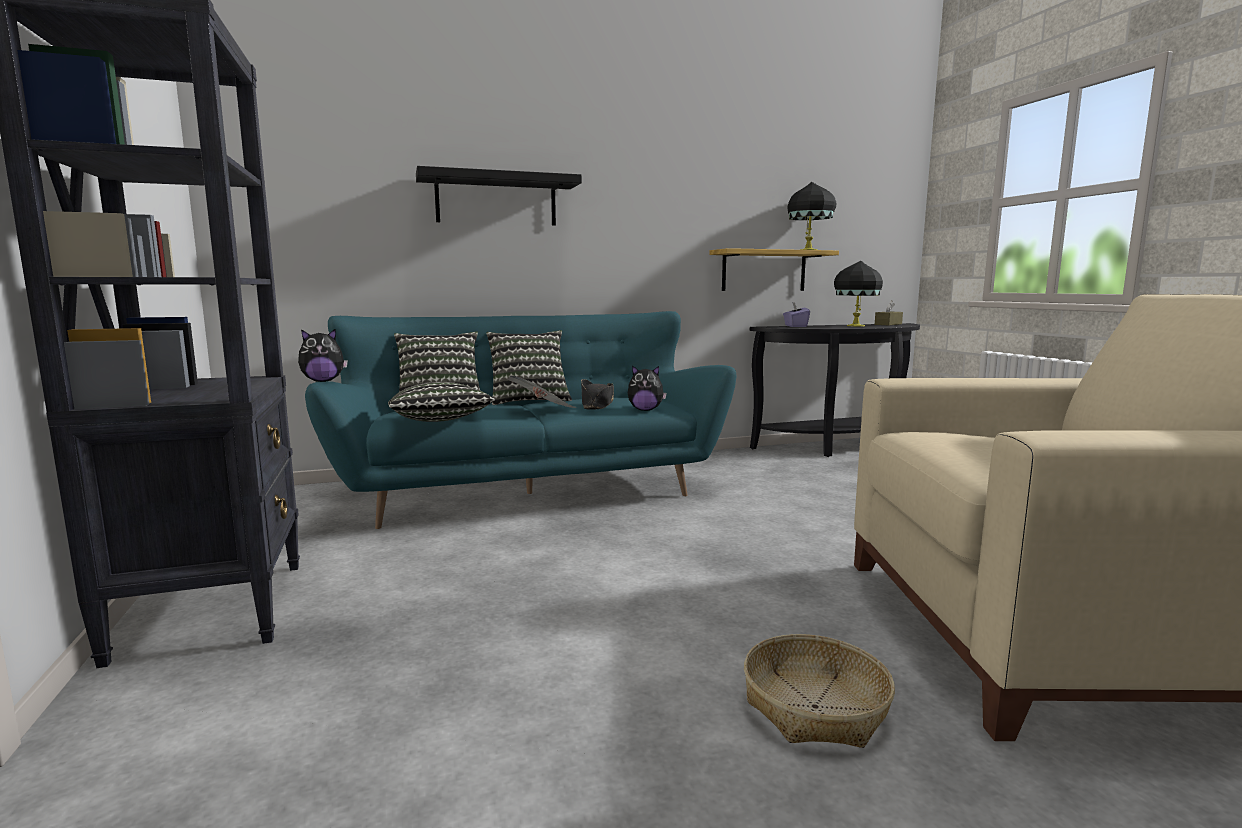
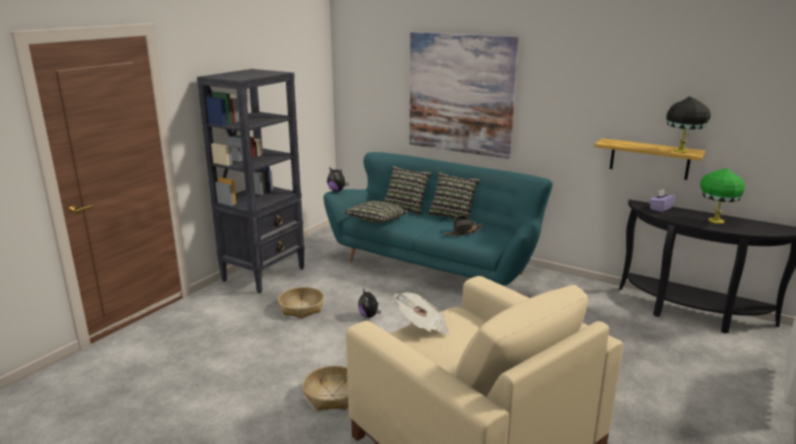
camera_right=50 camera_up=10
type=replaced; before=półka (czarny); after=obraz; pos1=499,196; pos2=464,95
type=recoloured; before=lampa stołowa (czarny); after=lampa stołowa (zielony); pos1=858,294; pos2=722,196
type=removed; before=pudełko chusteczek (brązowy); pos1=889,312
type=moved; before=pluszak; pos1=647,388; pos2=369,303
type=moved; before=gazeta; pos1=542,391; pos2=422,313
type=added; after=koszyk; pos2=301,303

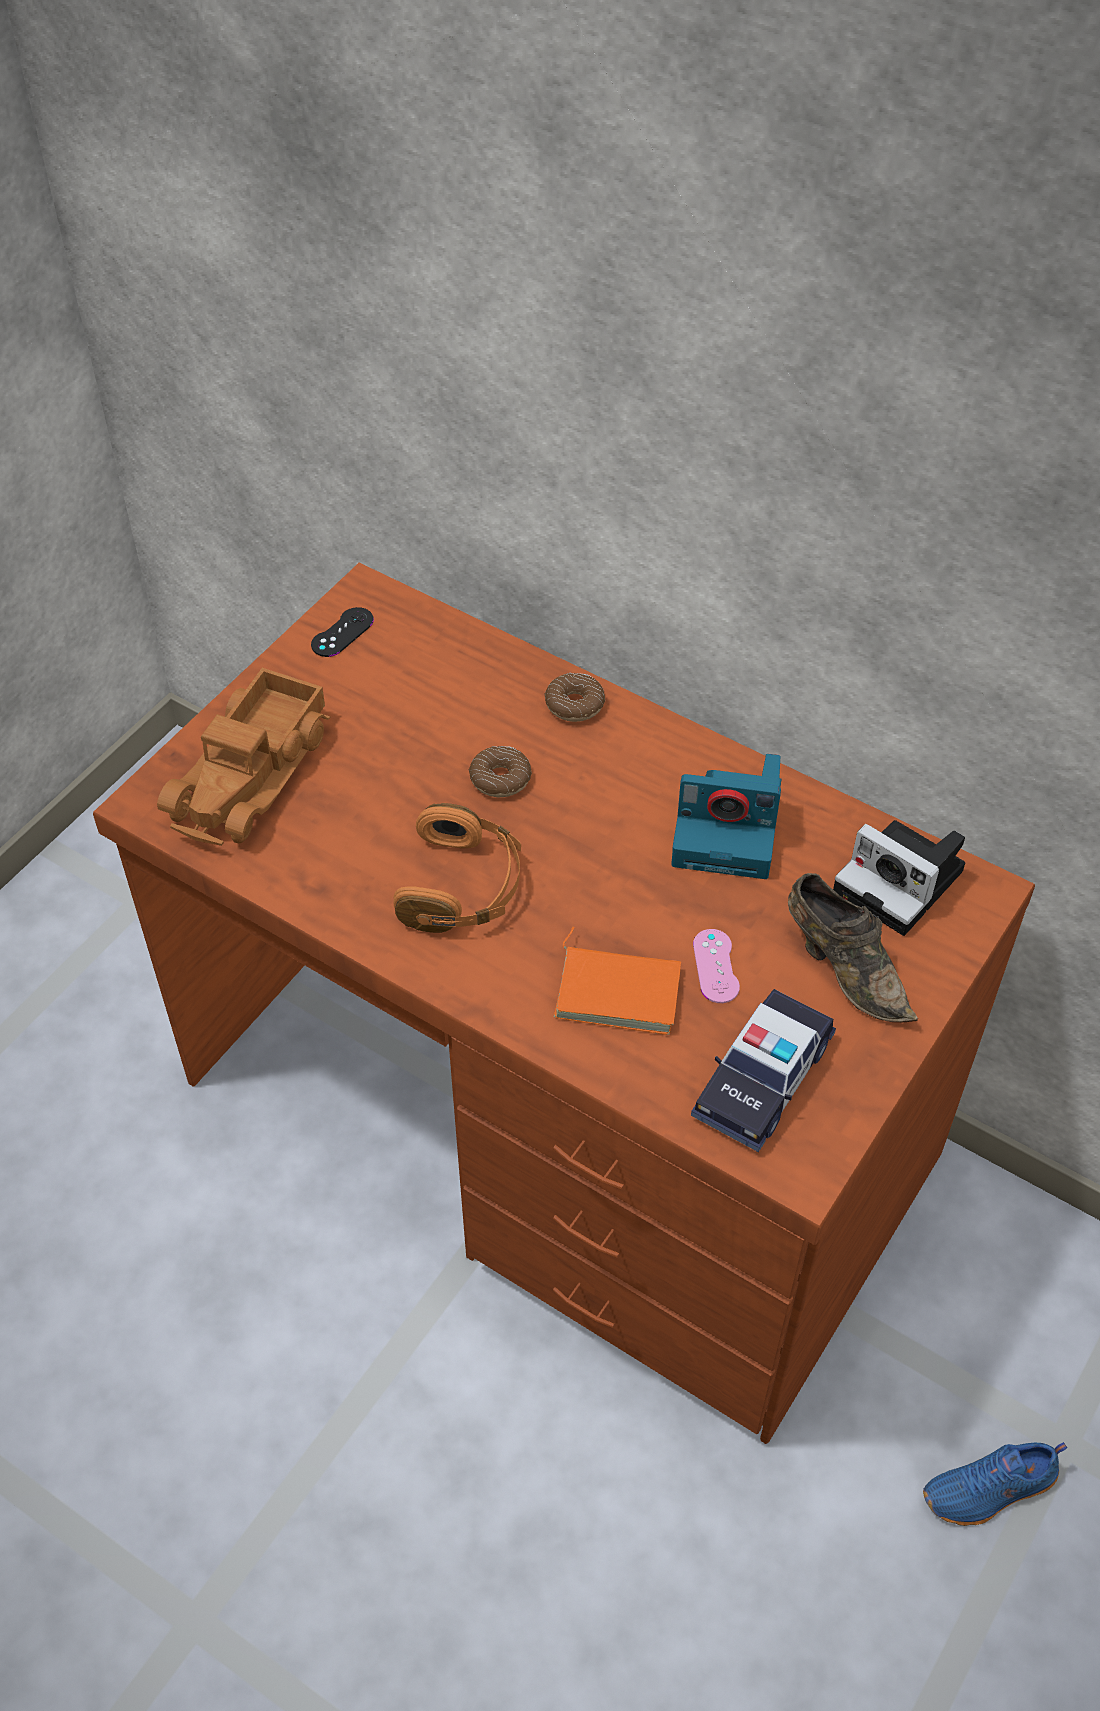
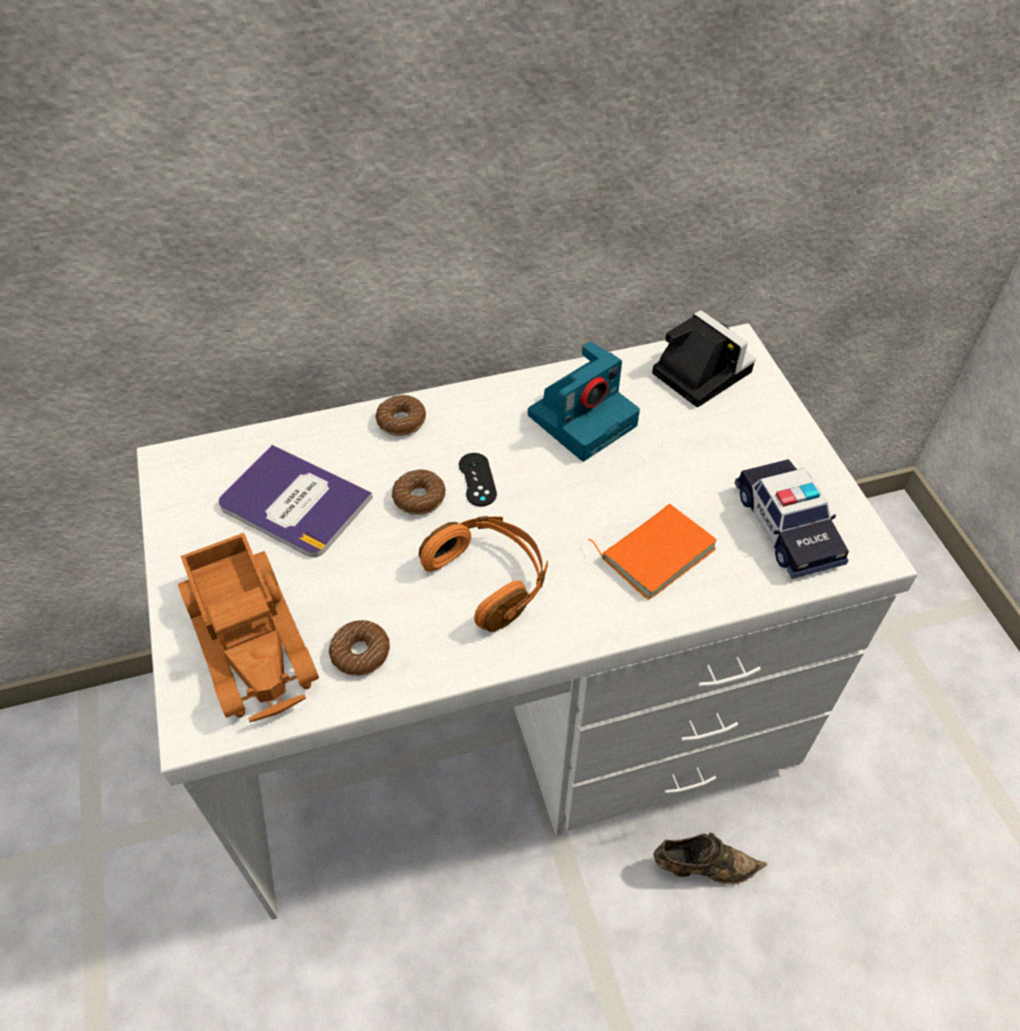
camera_right=-50 camera_up=0
type=recoloured; before=biurko (brązowy); after=biurko (biały); pos1=564,1003; pos2=526,621
type=moved; before=pad do gier (czarny); pos1=342,632; pos2=478,479
type=turned; before=aparat fotograficzny; pos1=899,878; pos2=704,358; turn=-120
type=moved; before=but (brązowy); pos1=853,947; pos2=710,859
type=removed; before=pad do gier (różowy); pos1=716,966
type=removed; before=but (niebieski); pos1=995,1484
type=added; after=książka; pos2=296,501
type=added; after=donut; pos2=359,648

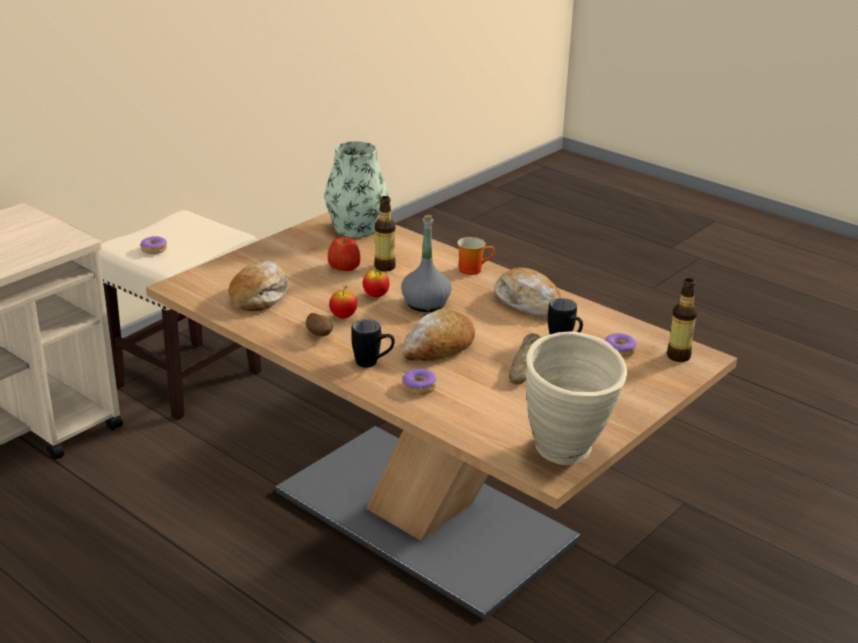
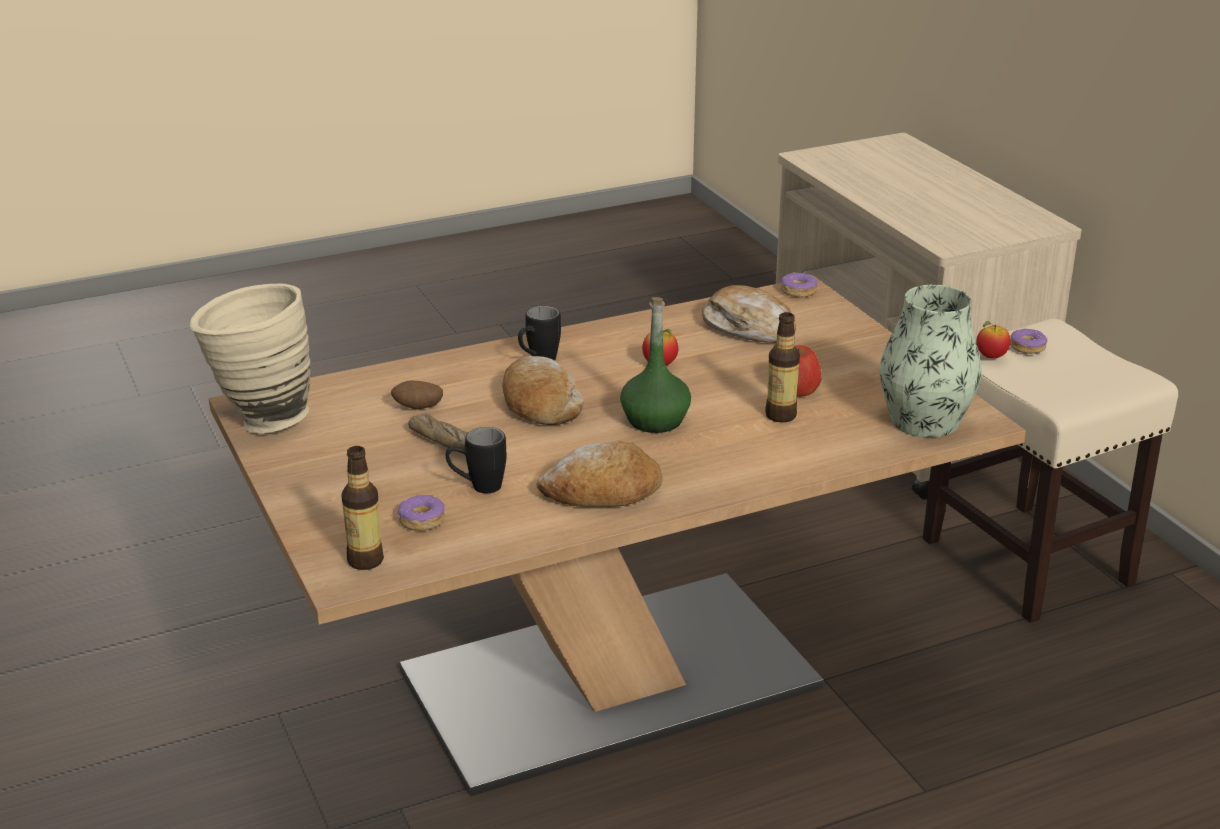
camera_right=115 camera_up=0
type=recoloured; before=butelka (szary); after=butelka (zielony); pos1=426,263; pos2=655,365
type=removed; before=kubek; pos1=476,256
type=moved; before=jabłko; pos1=376,283; pos2=993,340
type=moved; before=ziemniak; pos1=319,325; pos2=417,395
type=moved; before=donut; pos1=419,382; pos2=799,284

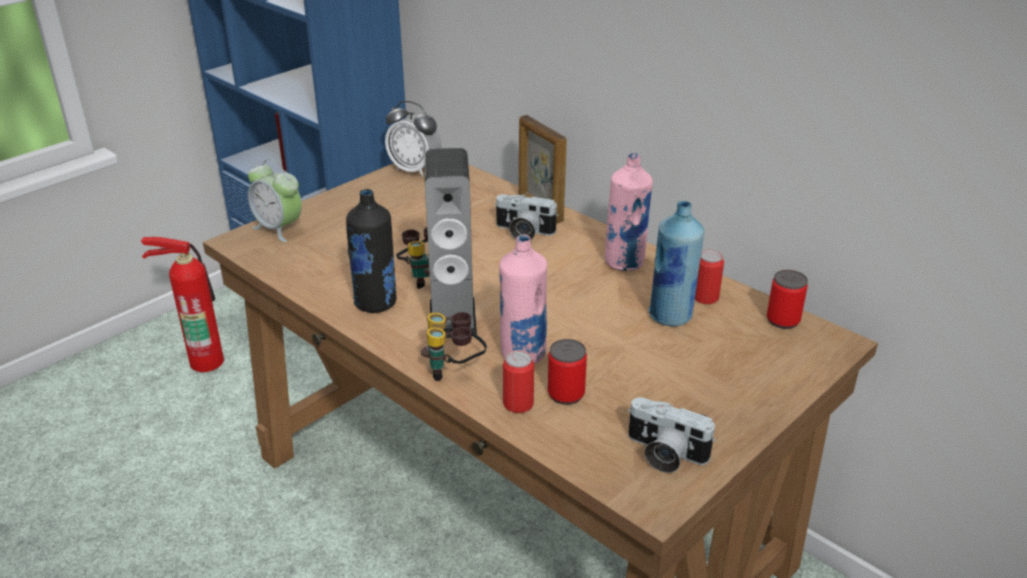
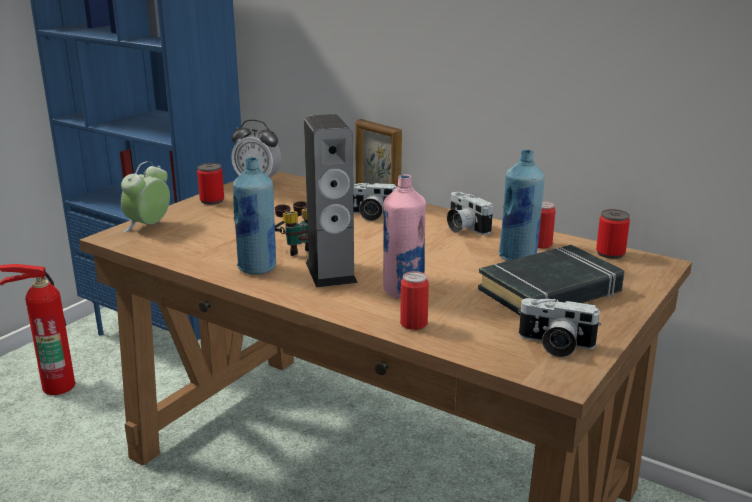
camera_right=-10 camera_up=-10
type=replaced; before=butelka (różowy); after=aparat fotograficzny; pos1=629,212; pos2=470,213
type=turned; before=budzik; pos1=275,200; pos2=145,196; turn=90
type=recoloured; before=butelka (czarny); after=butelka (niebieski); pos1=371,251; pos2=254,216
type=removed; before=lornetka; pos1=454,346
type=moved; before=puszka; pos1=567,372; pos2=210,184
type=added; after=książka (czarny); pos2=551,280

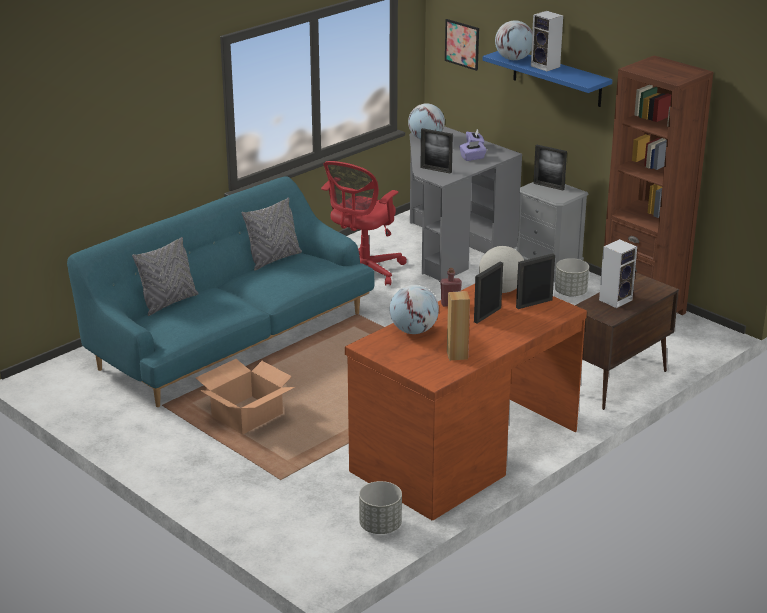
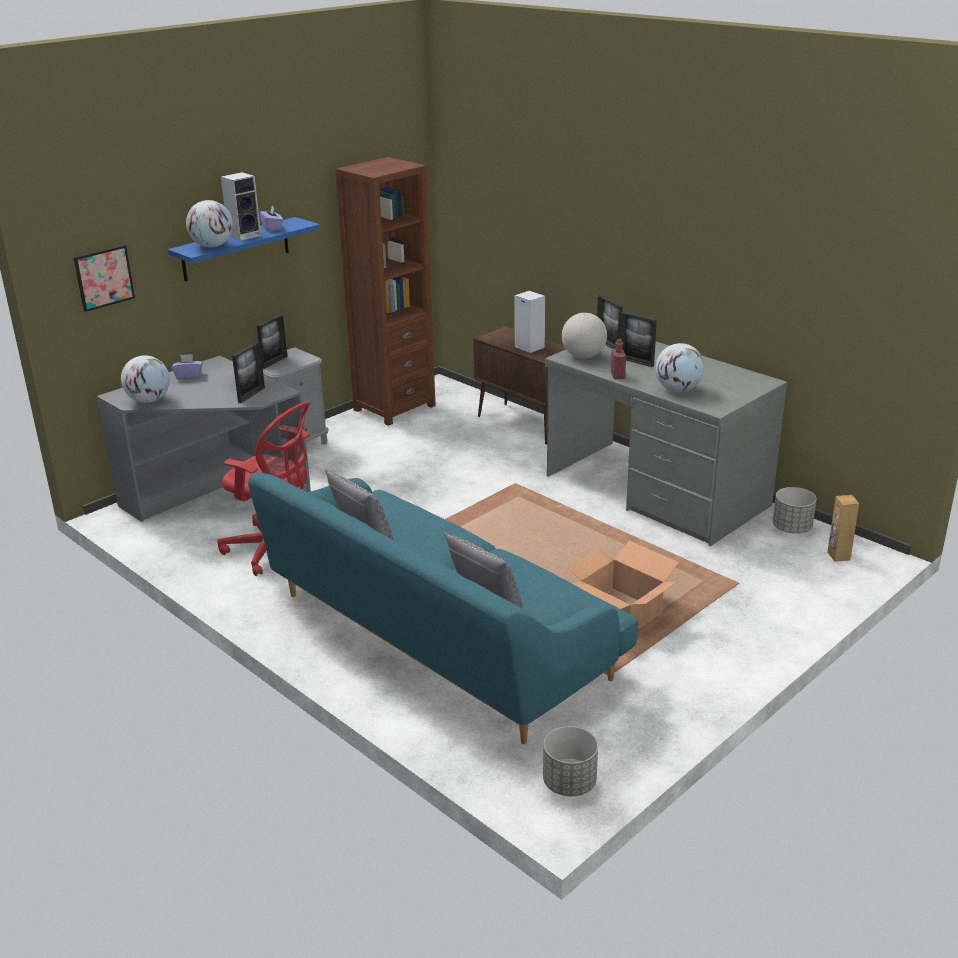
camera_right=-90 camera_up=0
type=moved; before=pudełko chusteczek (fioletowy); pos1=473,151; pos2=271,218
type=moved; before=donica (szary); pos1=572,277; pos2=570,761
type=recoloured; before=biurko (brązowy); after=biurko (szary); pos1=466,402; pos2=666,443
type=moved; before=głośnik (brązowy); pos1=458,325; pos2=843,528

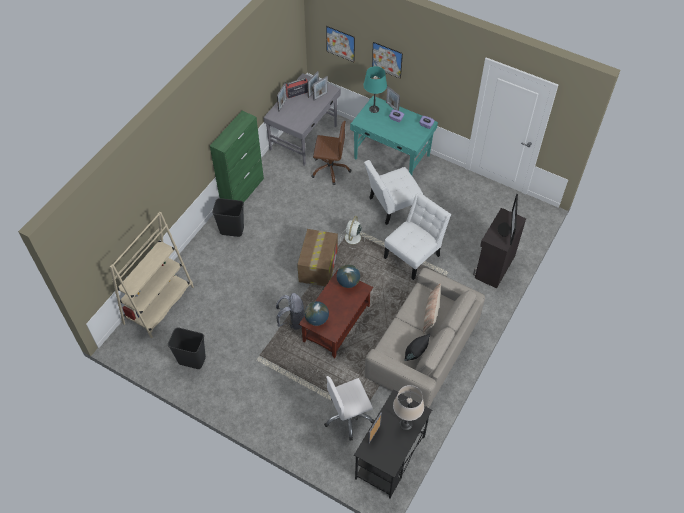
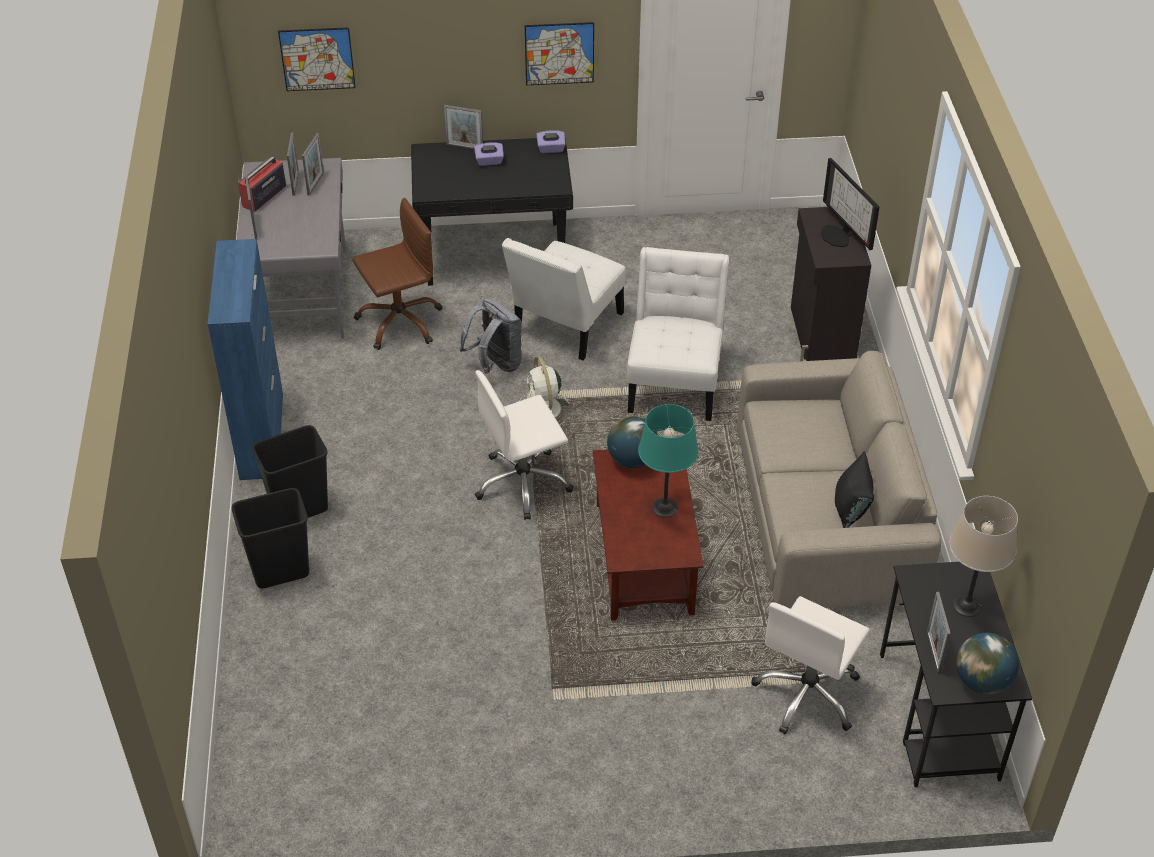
camera_right=-35 camera_up=-10
type=moved; before=obraz; pos1=387,60; pos2=559,53
type=moved; before=lampa stołowa (turkusowy); pos1=375,89; pos2=668,460
type=recoloured; before=biurko (turkusowy); after=biurko (czarny); pos1=394,135; pos2=492,212
type=recoloured; before=szafka (zielony); after=szafka (niebieski); pos1=237,156; pos2=245,359
type=removed; before=regał (beżowy); pos1=152,275
type=replaced; before=karton; after=krzesło biurowe (biały); pos1=317,257; pos2=524,445
type=removed; before=poduszka; pos1=432,308
type=moved; before=plecak (szary); pos1=290,311; pos2=490,336
type=moved; before=globus; pos1=316,313; pos2=987,663
type=moved; before=kosz na śmieci (czarny); pos1=187,348; pos2=270,538

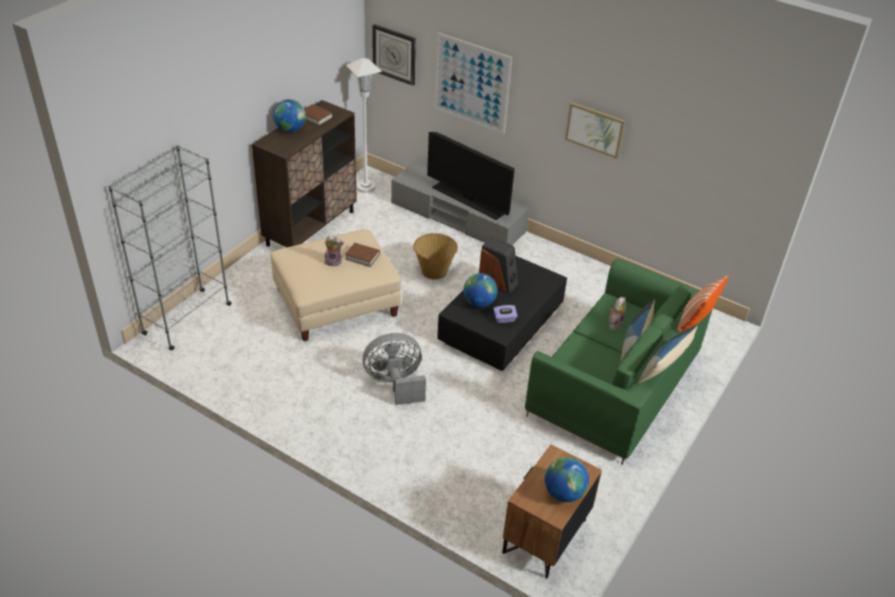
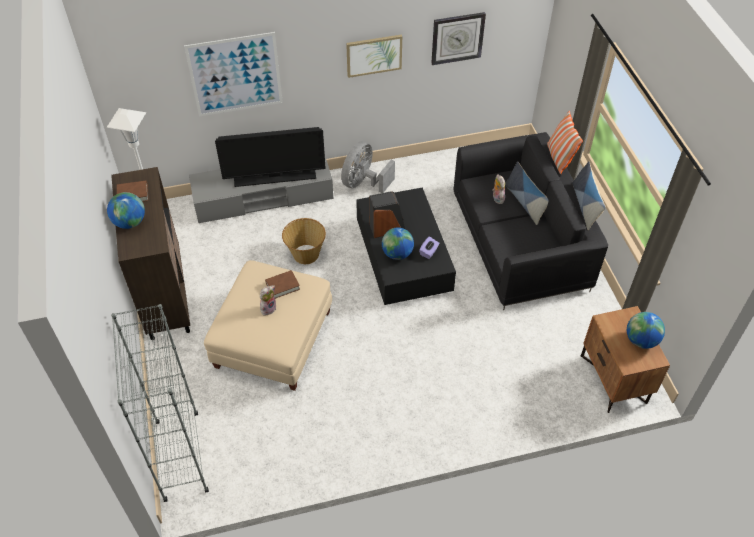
camera_right=-45 camera_up=10
type=moved; before=zegar ścienny; pos1=394,55; pos2=458,38
type=recoloured; before=kanapa (zielony); after=kanapa (czarny); pos1=619,361; pos2=530,221
type=moved; before=wentylator (szary); pos1=394,369; pos2=368,167

